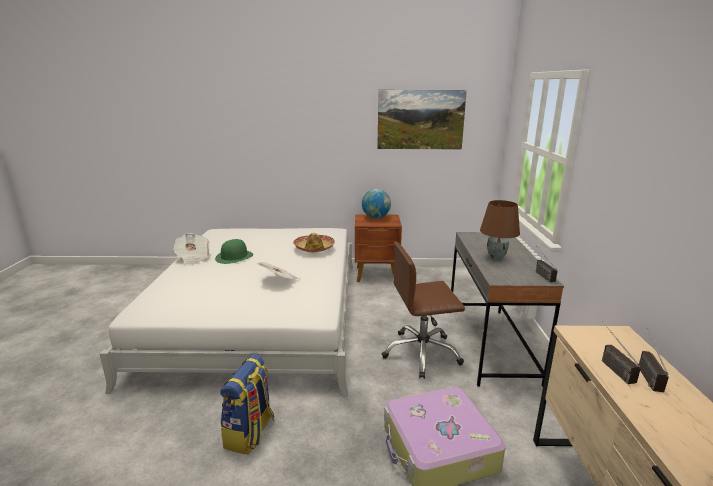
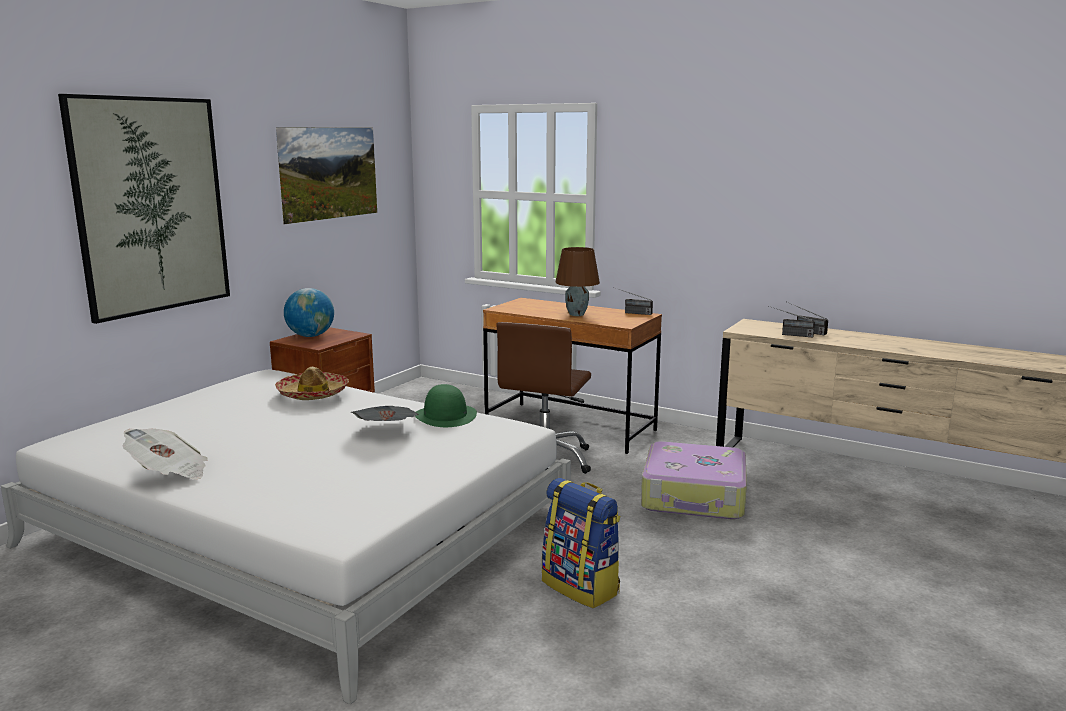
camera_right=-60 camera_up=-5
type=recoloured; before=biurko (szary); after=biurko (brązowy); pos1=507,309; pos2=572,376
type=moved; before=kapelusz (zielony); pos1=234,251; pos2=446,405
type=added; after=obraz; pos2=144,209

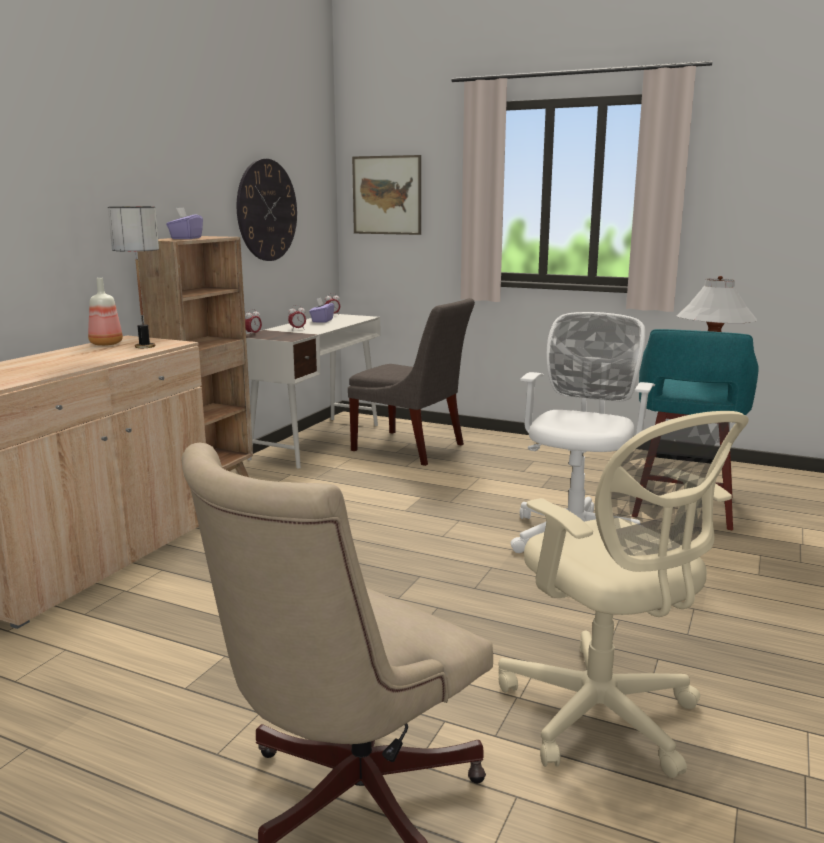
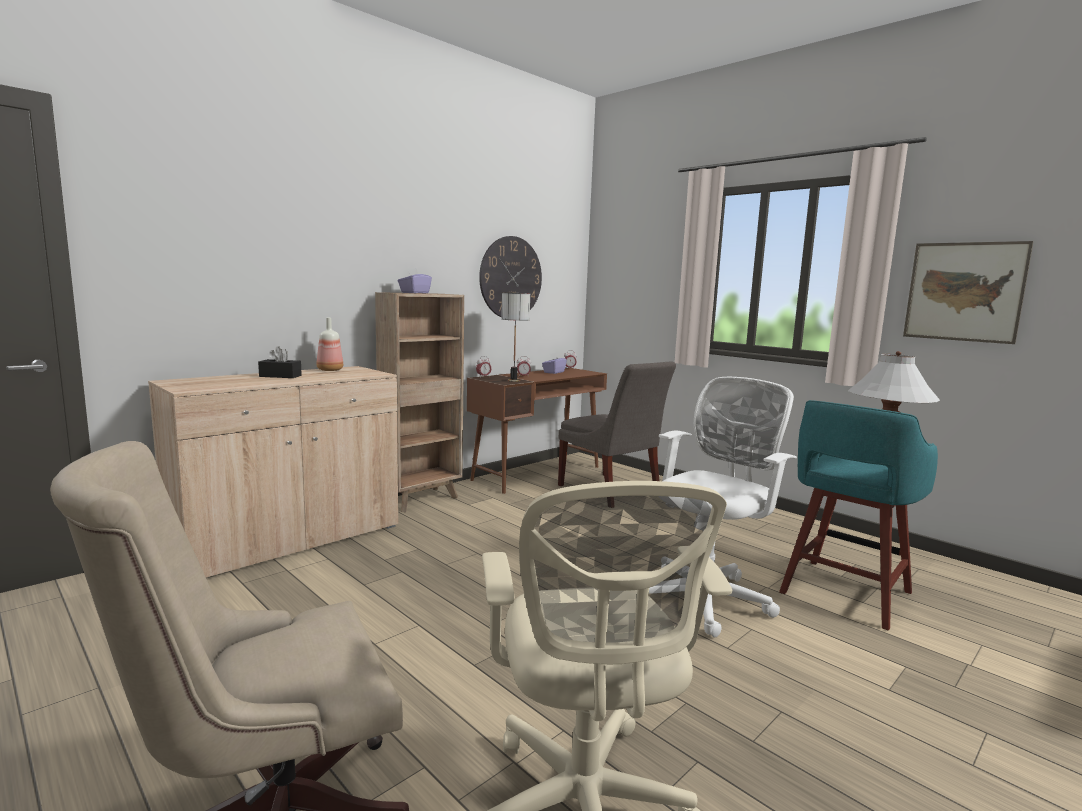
camera_right=20 camera_up=-5
type=moved; before=obraz; pos1=386,195; pos2=968,292
type=moved; before=lampa stołowa; pos1=133,277; pos2=515,337
type=recoloured; before=biurko (biały); after=biurko (brązowy); pos1=313,391; pos2=537,431
type=added; after=pudełko chusteczek (czarny); pos2=280,362

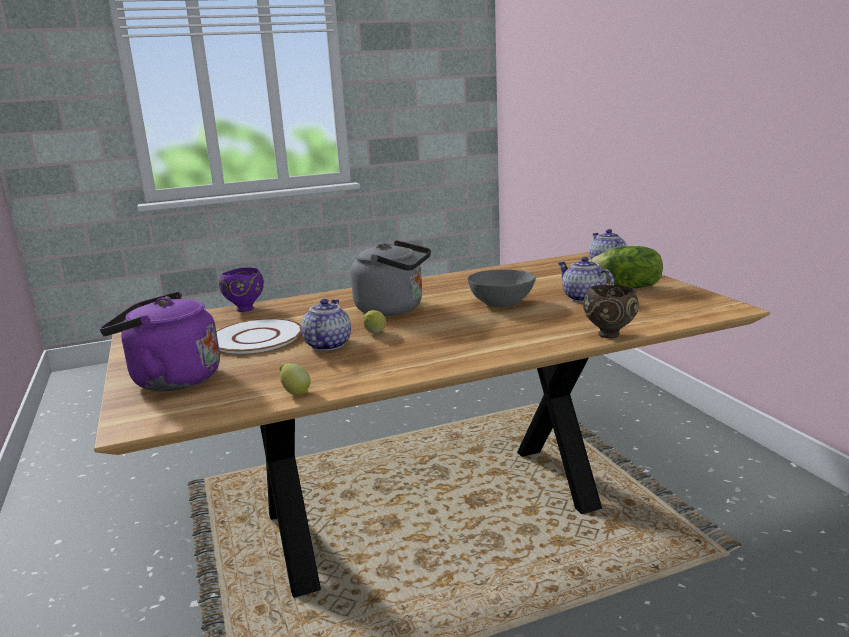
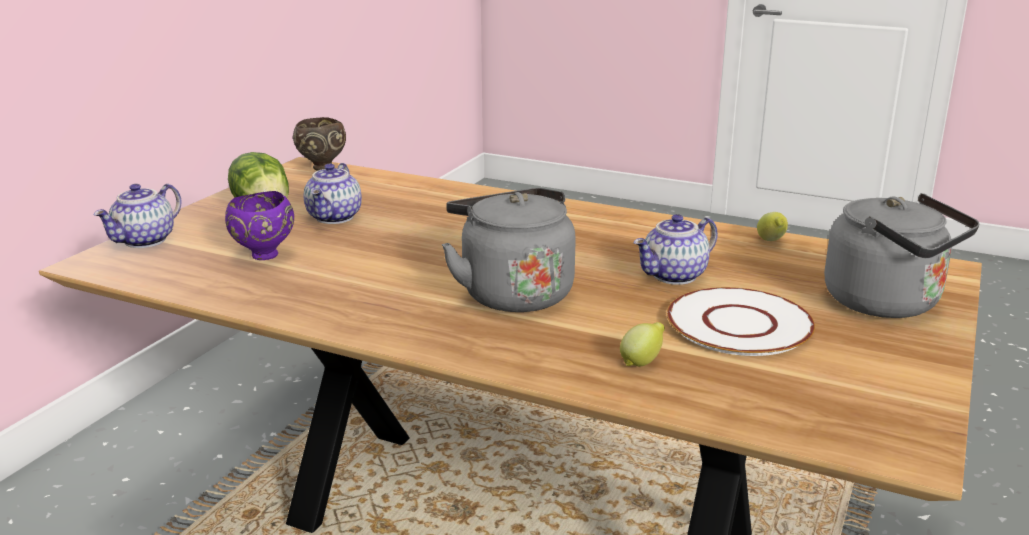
camera_right=-135 camera_up=5
type=moved; before=miska (fioletowy); pos1=241,290; pos2=259,225
type=removed; before=miska (szary); pos1=502,288
type=moved; before=miska (brązowy); pos1=611,311; pos2=319,144
type=recoloured; before=czajnik (fioletowy); after=czajnik (szary); pos1=160,341; pos2=901,255
type=moved; before=cytryna; pos1=374,321; pos2=642,344

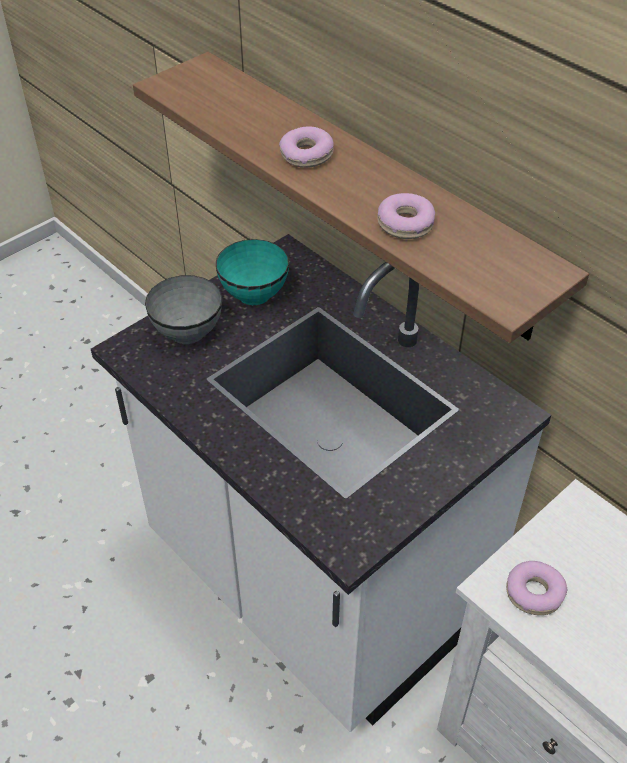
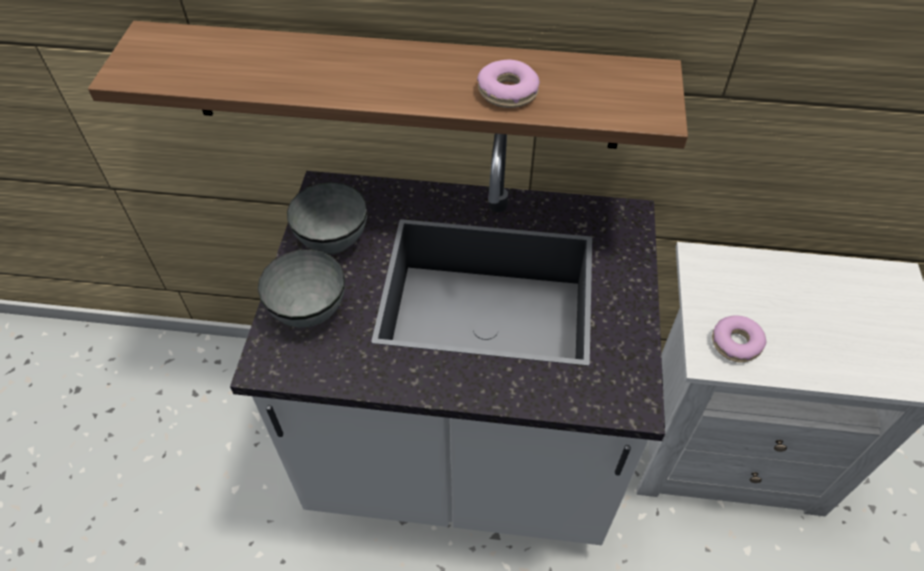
camera_right=-40 camera_up=5
type=removed; before=donut; pos1=306,147
type=recoloured; before=miska (turkusowy); after=miska (szary); pos1=252,272; pos2=327,218

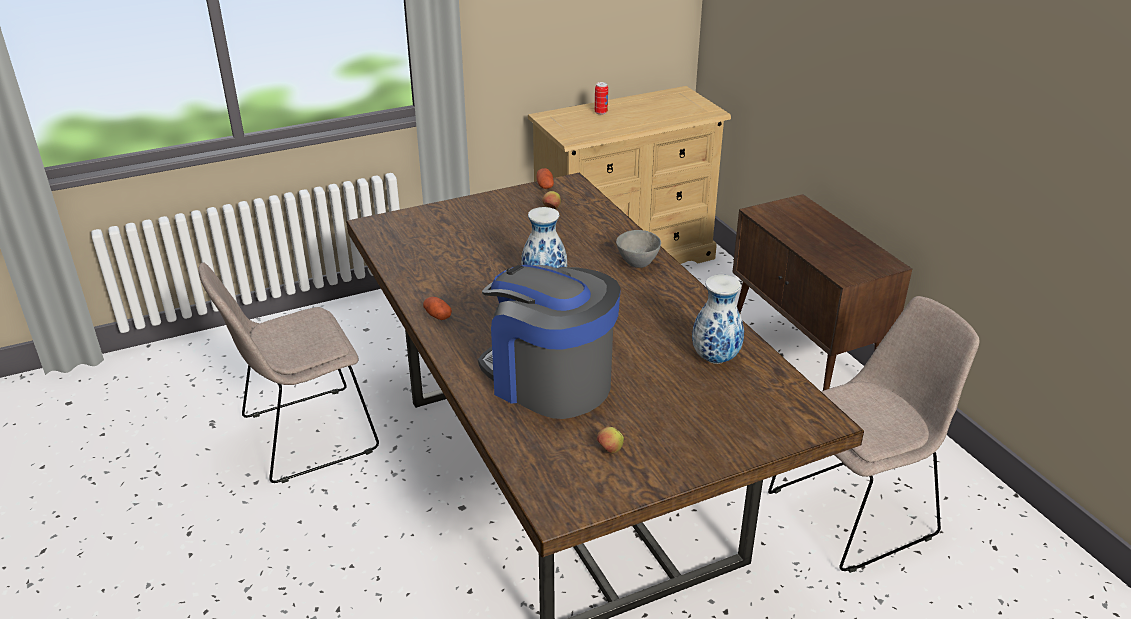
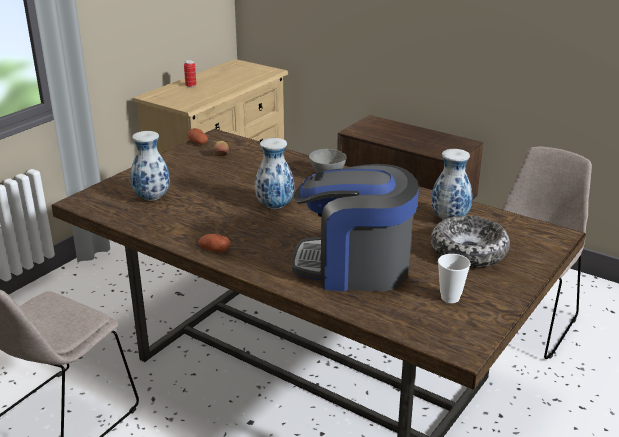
camera_right=-30 camera_up=-5
type=replaced; before=jabłko; after=filiżanka; pos1=610,440; pos2=454,278
type=added; after=wazon; pos2=150,166
type=added; after=miska; pos2=470,241

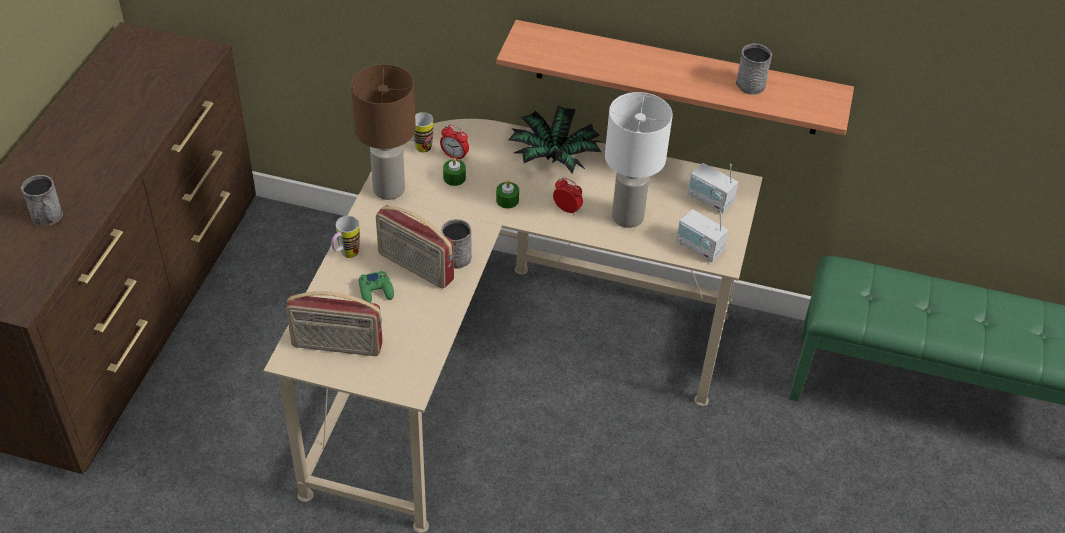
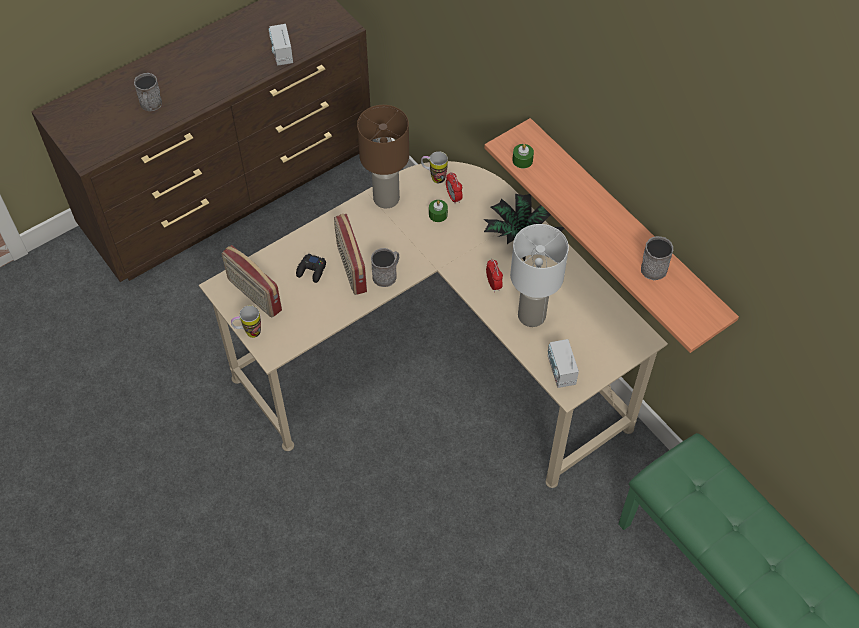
camera_right=40 camera_up=10
type=moved; before=radio; pos1=713,188; pos2=281,45
type=moved; before=świeca (zielony); pos1=507,194; pos2=523,156
type=moved; before=kubek; pos1=345,237; pos2=246,321
type=recoloured; before=pad do gier (zielony); after=pad do gier (czarny); pos1=376,287; pos2=311,268

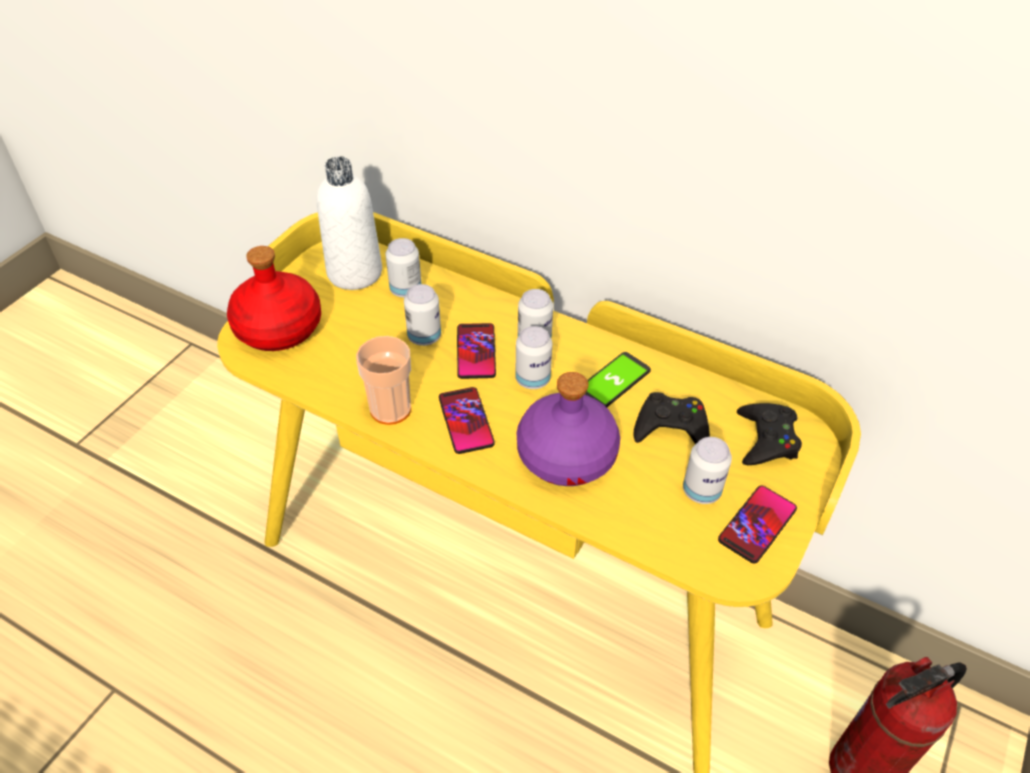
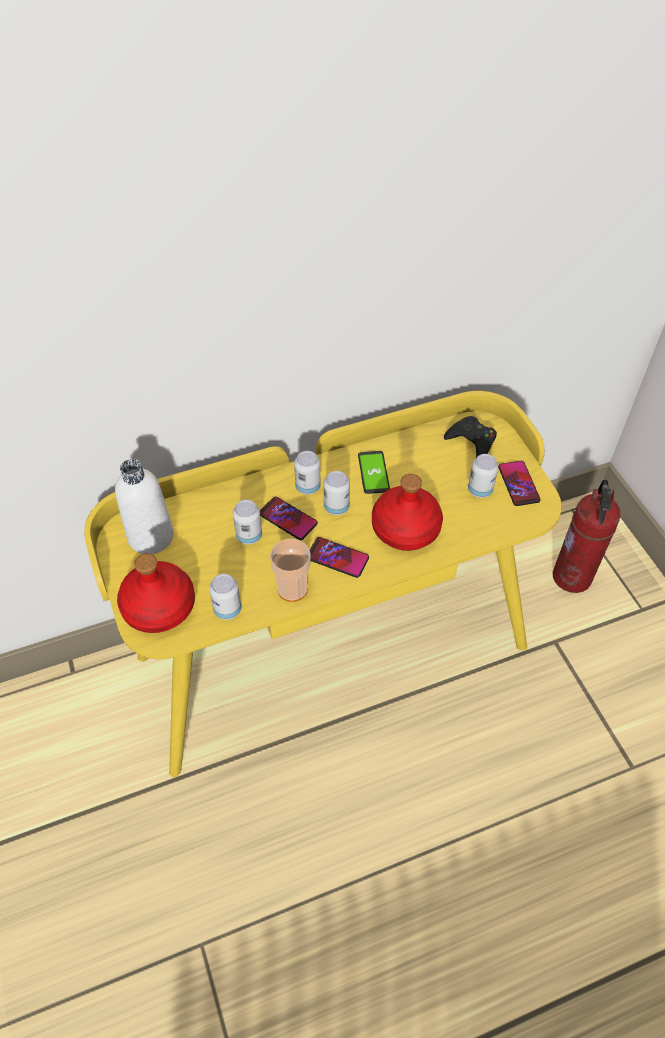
camera_right=-50 camera_up=5
type=moved; before=puszka; pos1=403,268; pos2=225,597
type=recoloured; before=butelka (fioletowy); after=butelka (czerwony); pos1=568,429; pos2=407,512
type=removed; before=pad do gier (czarny); pos1=672,418

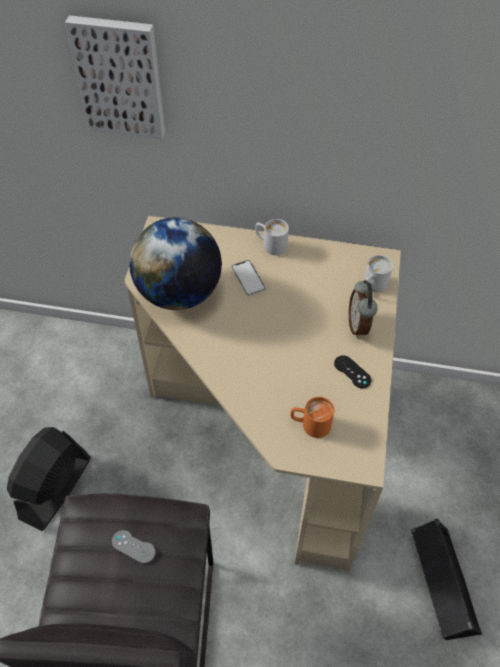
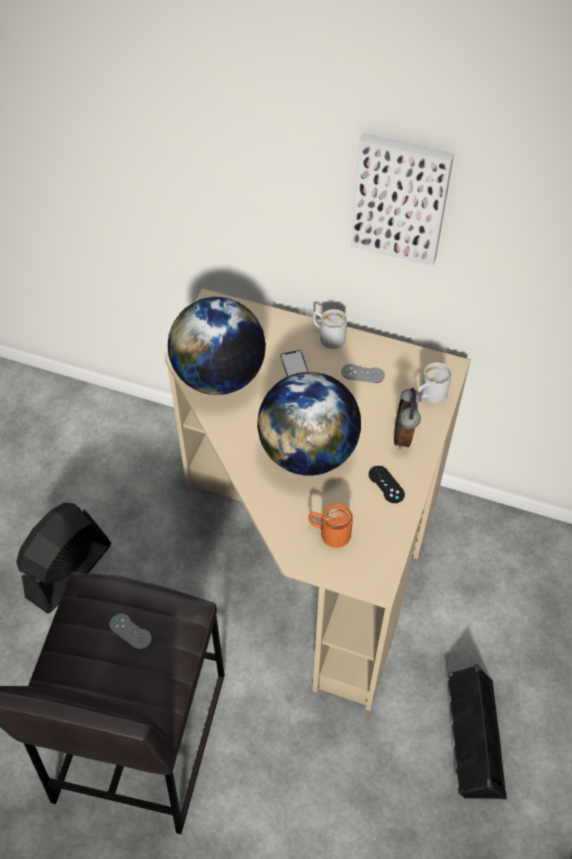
camera_right=10 camera_up=0
type=moved; before=obraz; pos1=115,77; pos2=402,199
type=added; after=pad do gier (szary); pos2=363,373
type=added; after=globus; pos2=309,424

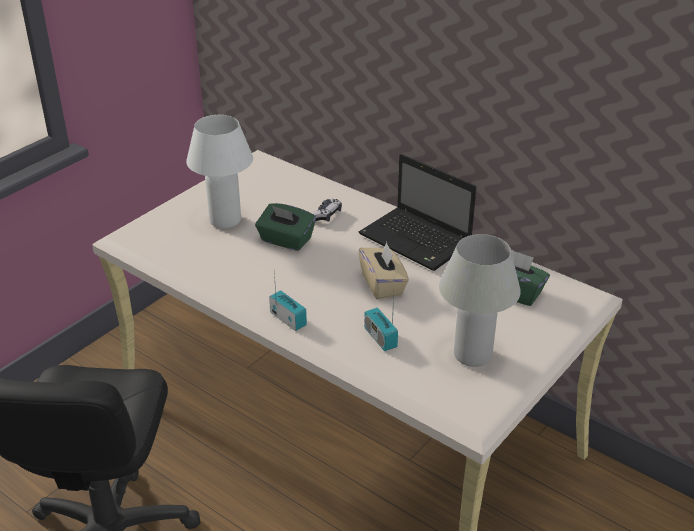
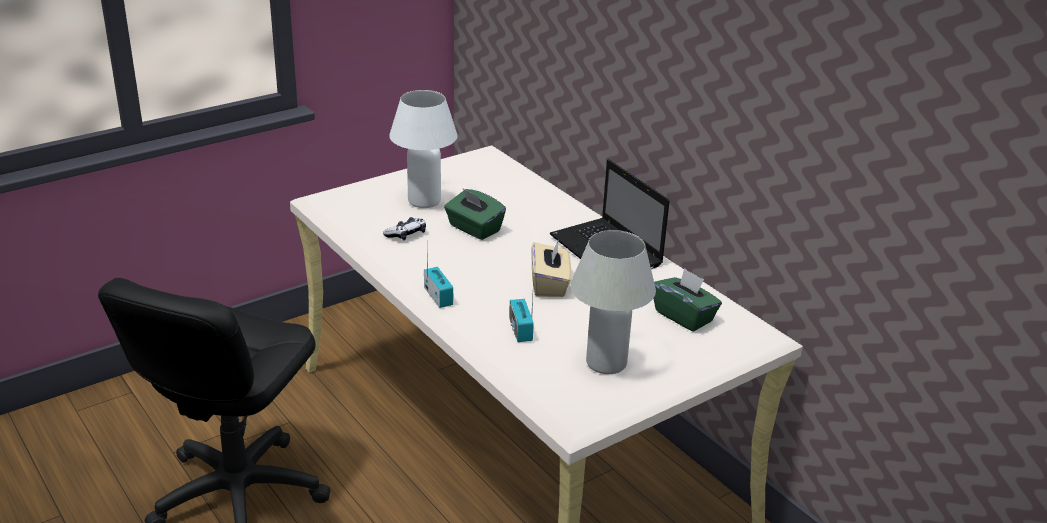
camera_right=15 camera_up=-5
type=moved; before=pad do gier; pos1=327,210; pos2=404,228

